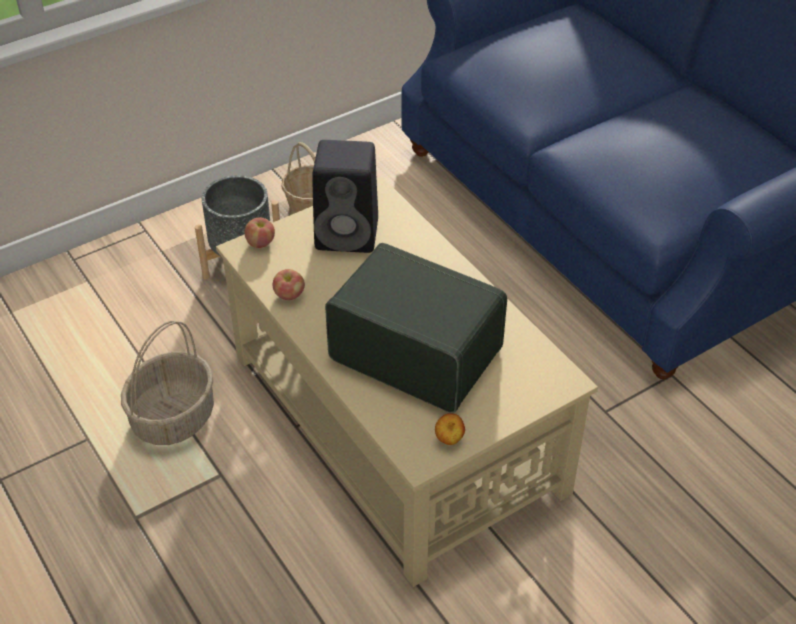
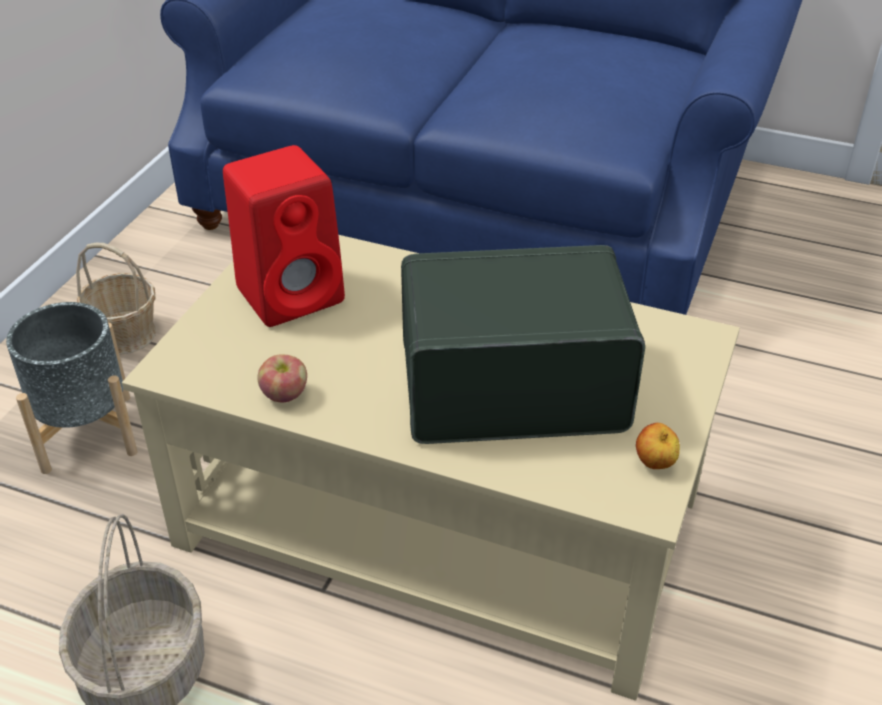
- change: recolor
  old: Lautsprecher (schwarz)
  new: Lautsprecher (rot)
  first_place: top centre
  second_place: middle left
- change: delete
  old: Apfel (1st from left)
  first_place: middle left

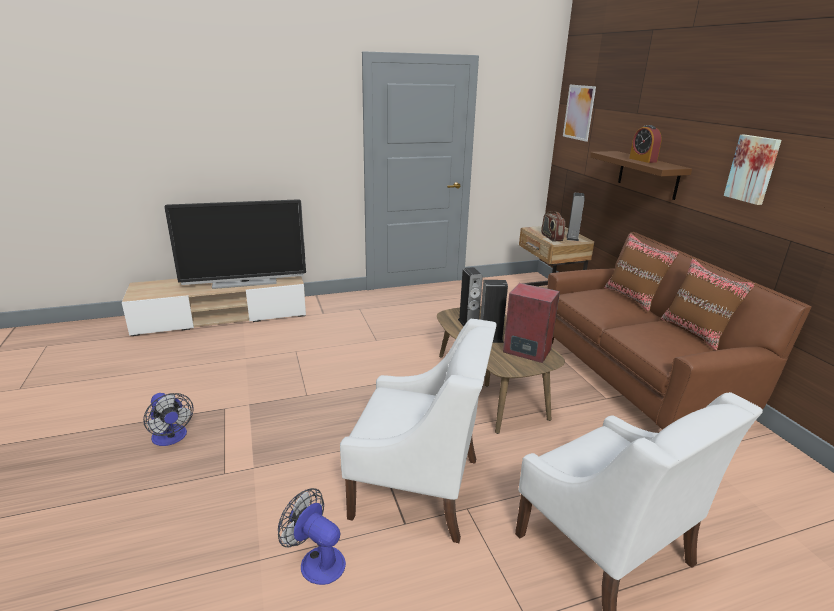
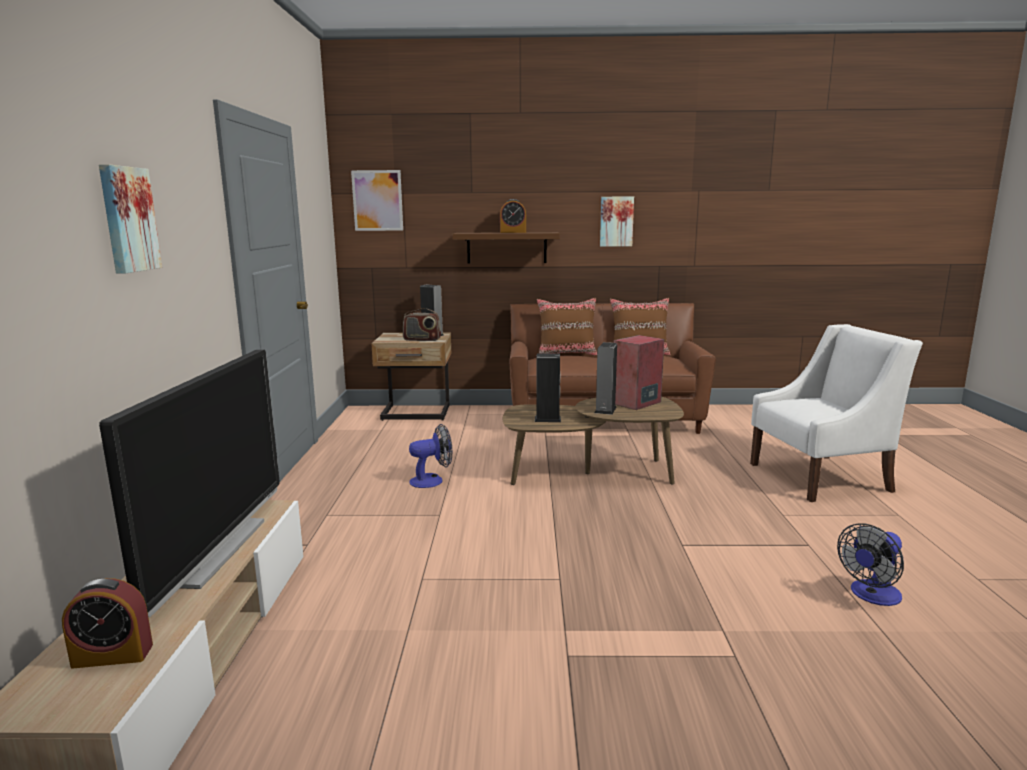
- change: insert
  new: Wecker (1st from left)
  second_place: bottom left
- change: insert
  new: Bild (1st from left)
  second_place: top left
- change: move
  old: Ventilator (1st from left)
  first_place: bottom left
  second_place: centre
- change: delete
  old: Sessel (weiß) (1st from left)
  first_place: bottom centre

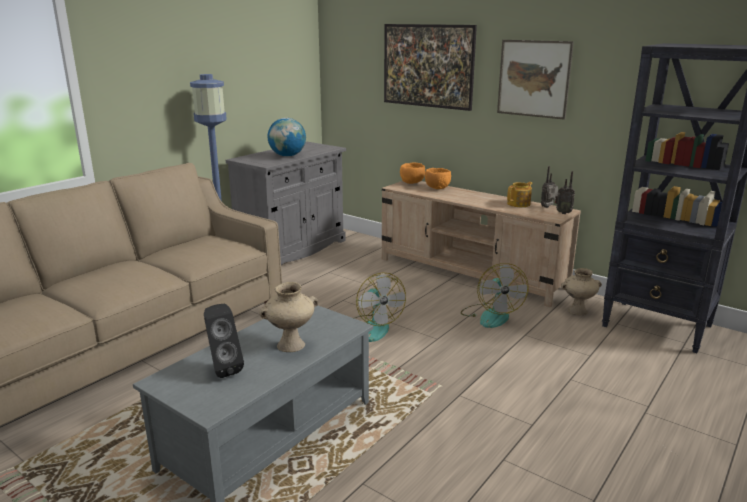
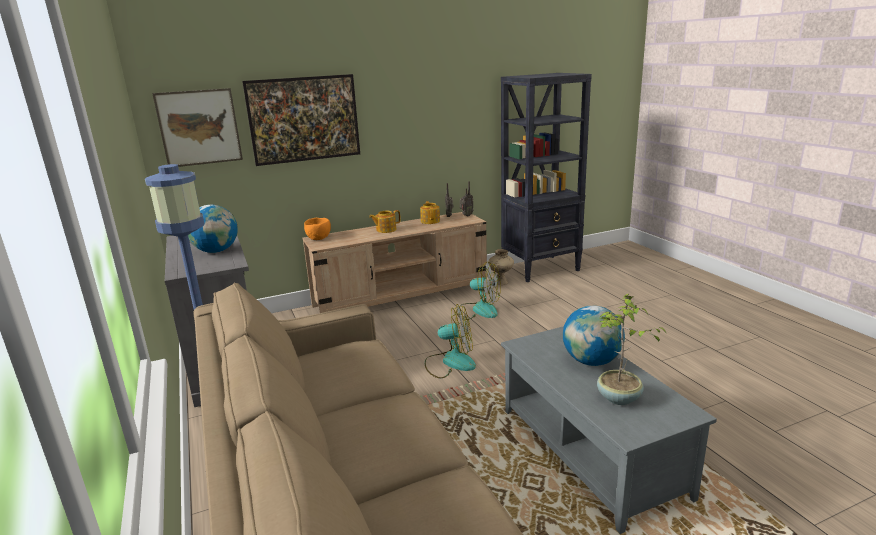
- change: move
  old: Bild (2nd from left in the first image)
  new: Bild (1st from left)
  first_place: top right
  second_place: top left
- change: insert
  new: Teekanne (1st from left)
  second_place: centre
- change: replace
  old: Vase (beige) (1st from left)
  new: Globus (2nd from left)
  first_place: centre
  second_place: middle right
- change: replace
  old: Lautsprecher (schwarz)
  new: Topfpflanze
  first_place: bottom left
  second_place: middle right
- change: delete
  old: Schüssel (orange) (2nd from left)
  first_place: centre

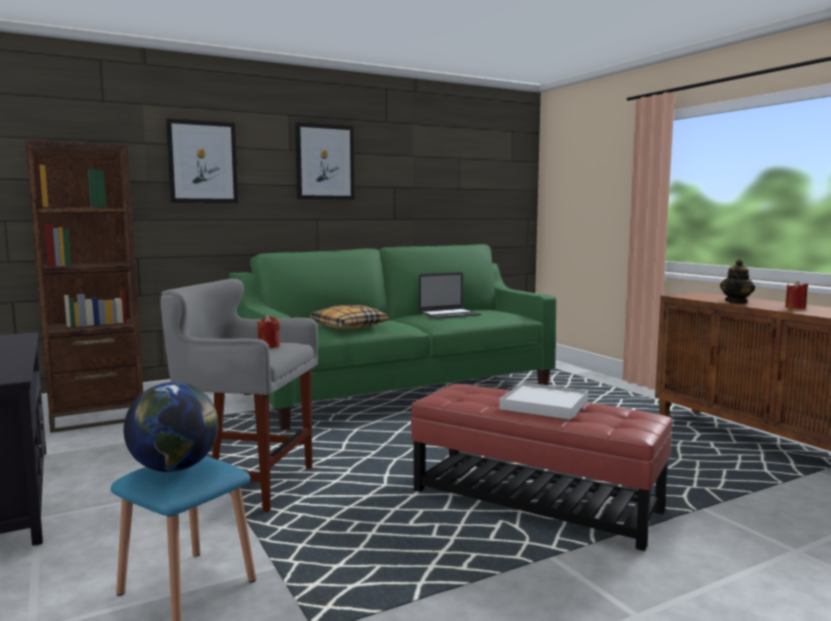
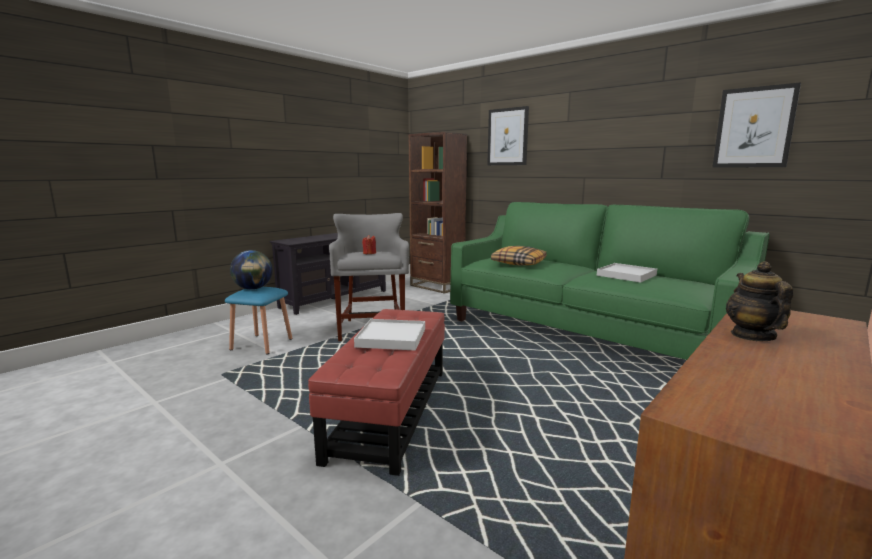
- change: replace
  old: Laptop
  new: Tablett (weiß) (2nd from left)
  first_place: centre
  second_place: middle right
- change: move
  old: Bild (2nd from left)
  first_place: top centre
  second_place: top right
- change: rotate
  old: Teekanne
  first_place: middle right
  second_place: middle right
  degrees: 75
- change: delete
  old: Kerze (rot) (2nd from left)
  first_place: middle right

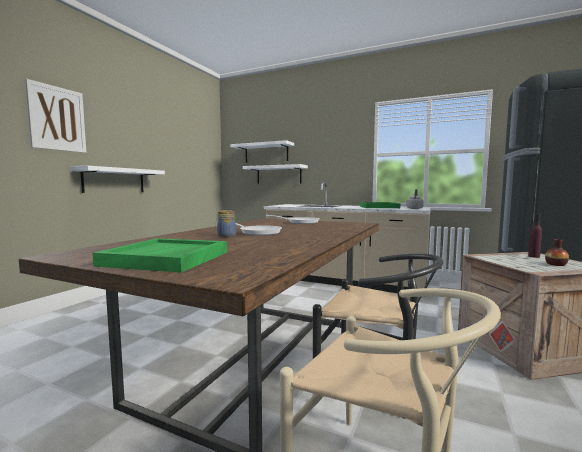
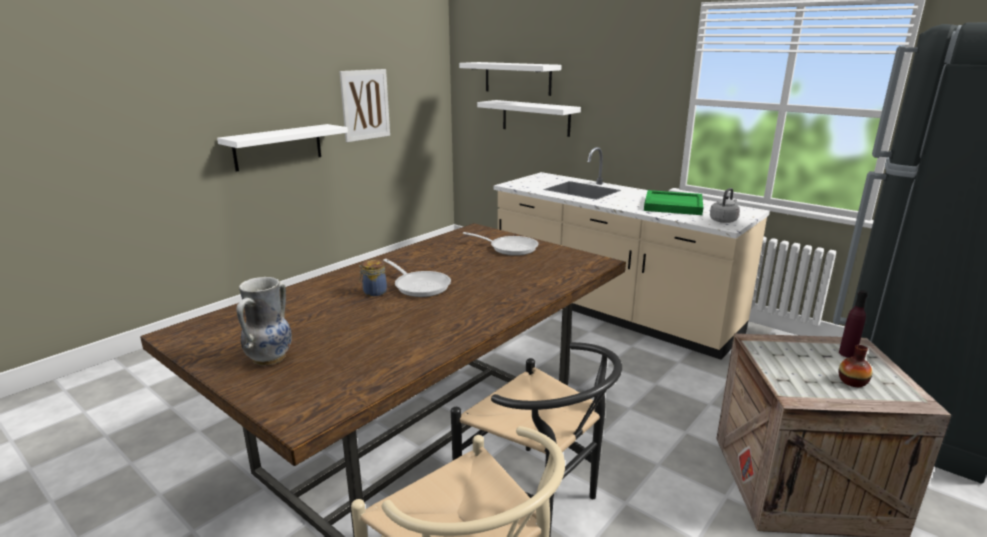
- change: replace
  old: Tablett (grün) (1st from left)
  new: Vase (1st from left)
  first_place: middle left
  second_place: middle left
- change: move
  old: Bild
  first_place: top left
  second_place: top centre

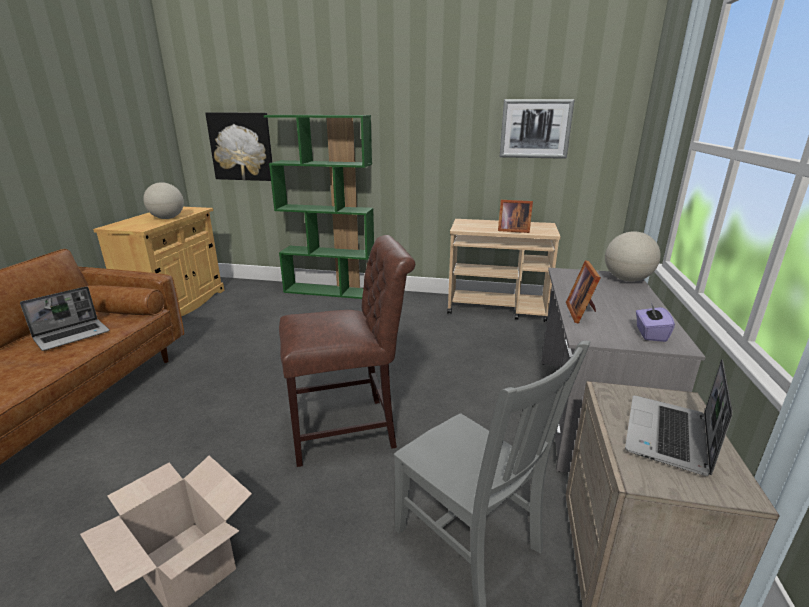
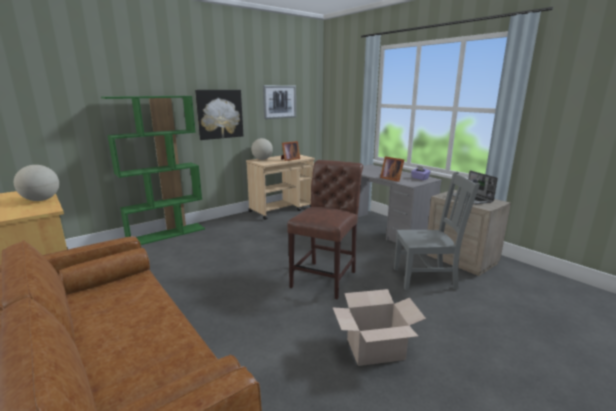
- change: move
  old: Bild (1st from left)
  first_place: top left
  second_place: top centre
- change: move
  old: Globus (2nd from left)
  first_place: middle right
  second_place: centre
- change: delete
  old: Laptop (1st from left)
  first_place: middle left

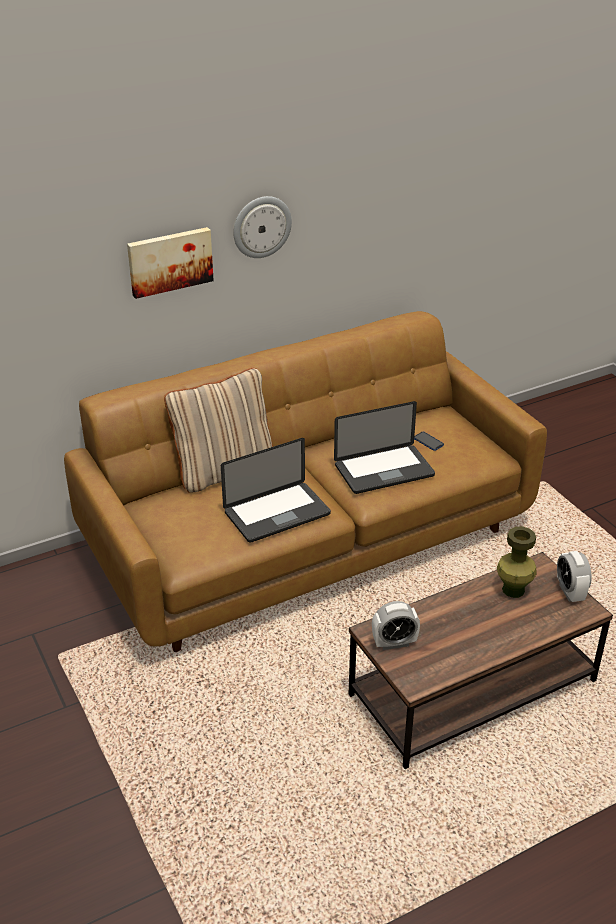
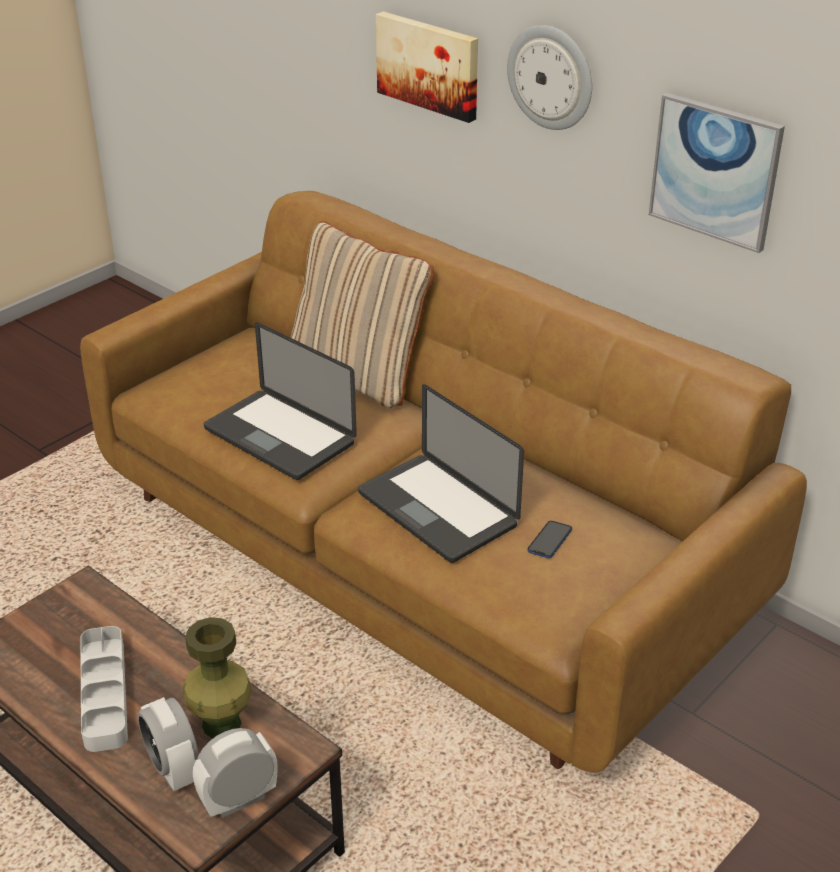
- change: insert
  new: Tablett (grau)
  second_place: bottom left
- change: move
  old: Wecker (1st from left)
  first_place: bottom centre
  second_place: bottom left
- change: insert
  new: Bild (2nd from left)
  second_place: top right

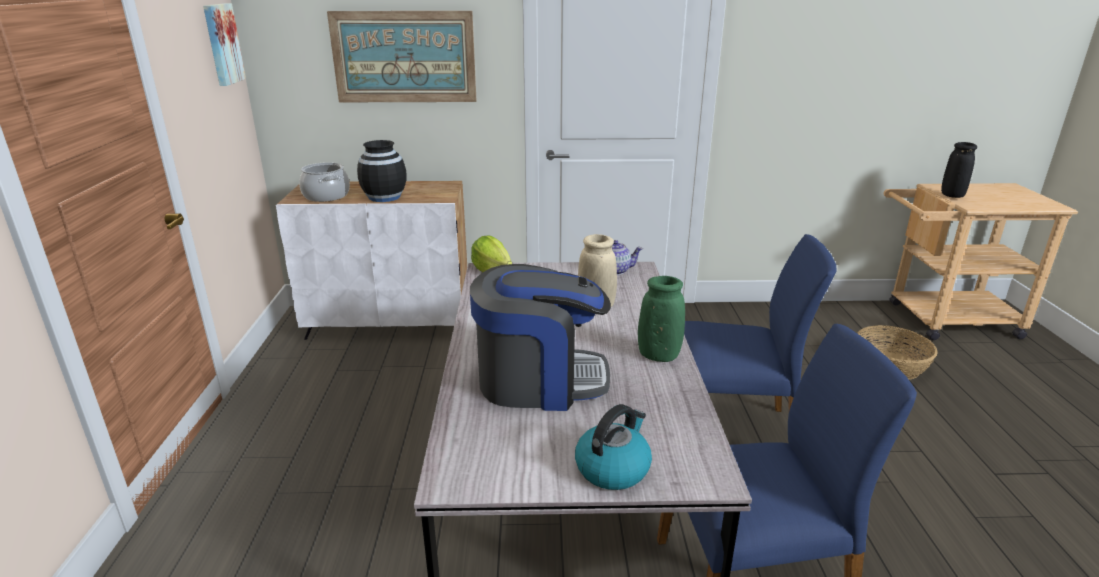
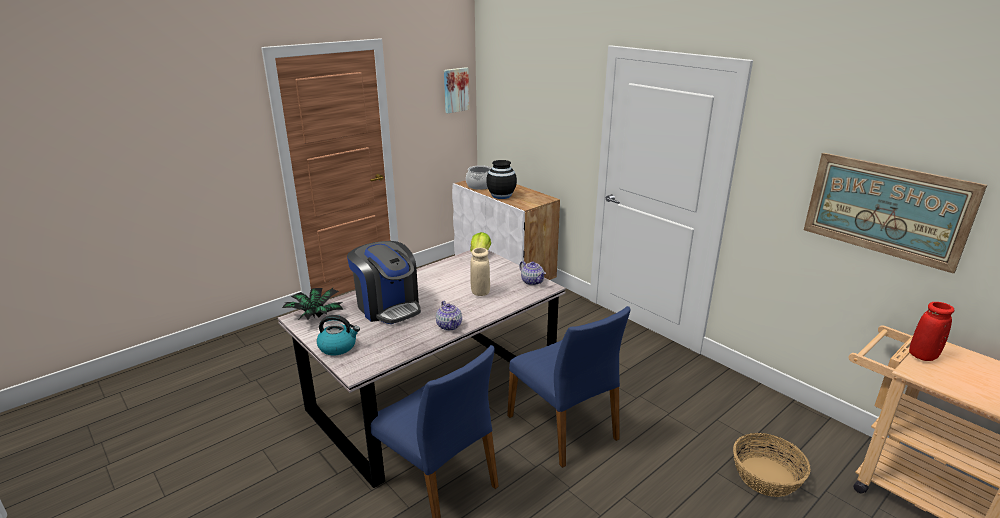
- change: insert
  new: Topfpflanze
  second_place: middle left
- change: replace
  old: Vase (grün)
  new: Teekanne (1st from left)
  first_place: centre
  second_place: centre
- change: move
  old: Bild (2nd from left)
  first_place: top centre
  second_place: middle right
- change: recolor
  old: Vase (schwarz) (2nd from left)
  new: Vase (rot)
  first_place: top right
  second_place: middle right

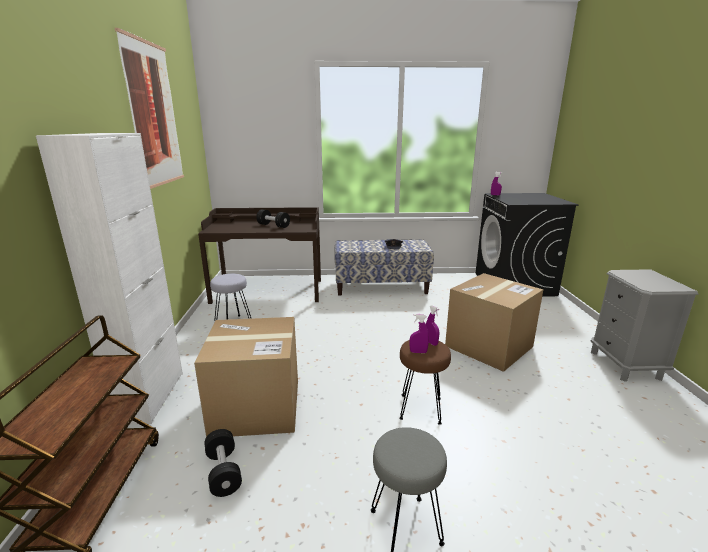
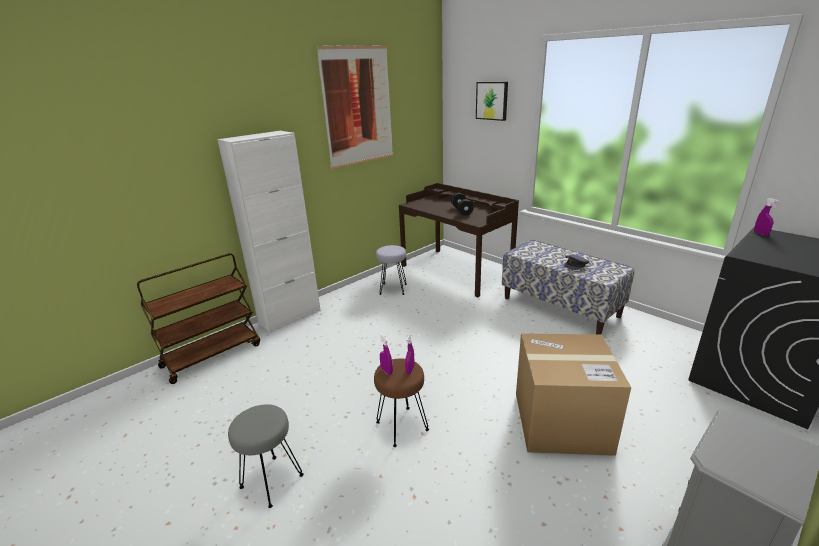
- change: insert
  new: Bild (2nd from left)
  second_place: top centre
- change: delete
  old: Karton (1st from left)
  first_place: bottom centre
- change: delete
  old: Hantel (schwarz) (1st from left)
  first_place: bottom left

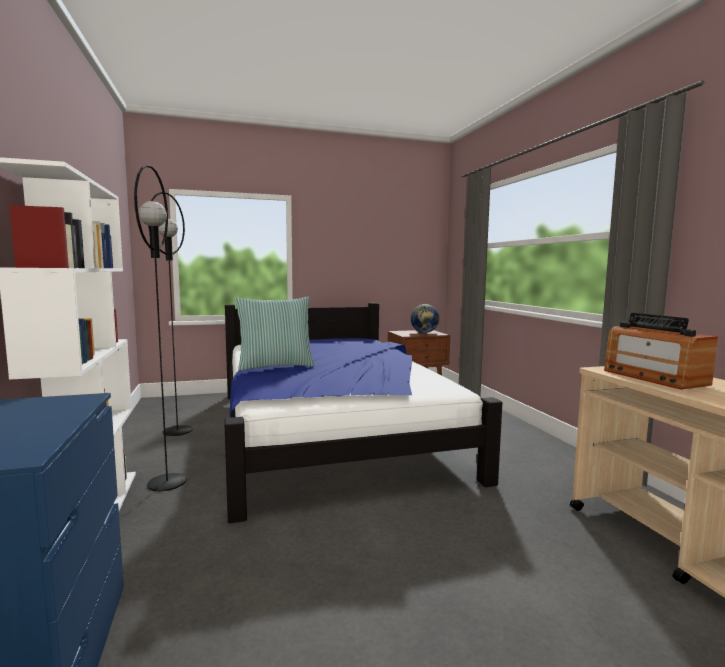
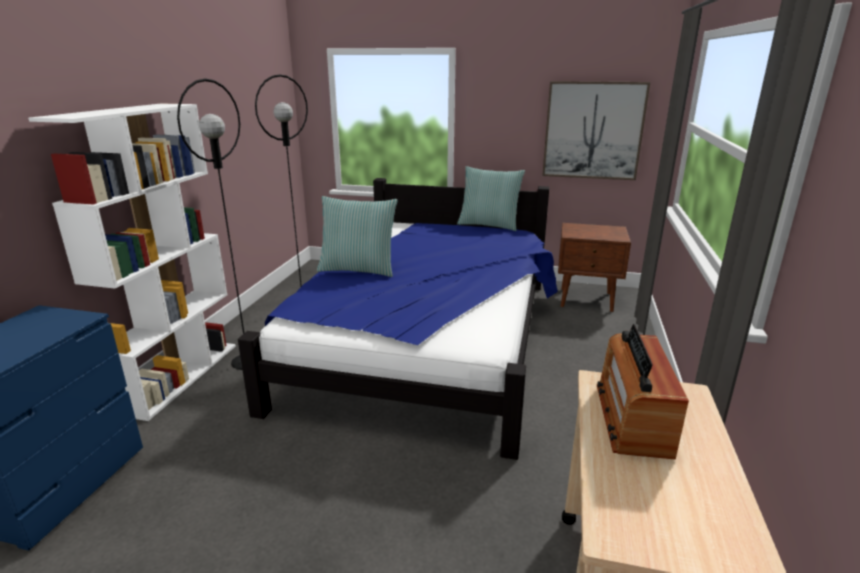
- change: insert
  new: Kissen (2nd from left)
  second_place: centre
- change: insert
  new: Bild
  second_place: top right
- change: delete
  old: Globus
  first_place: centre

